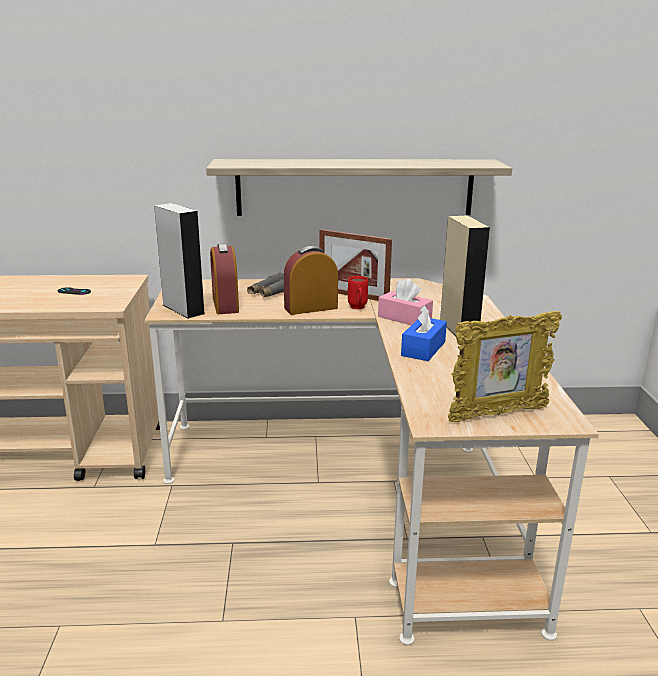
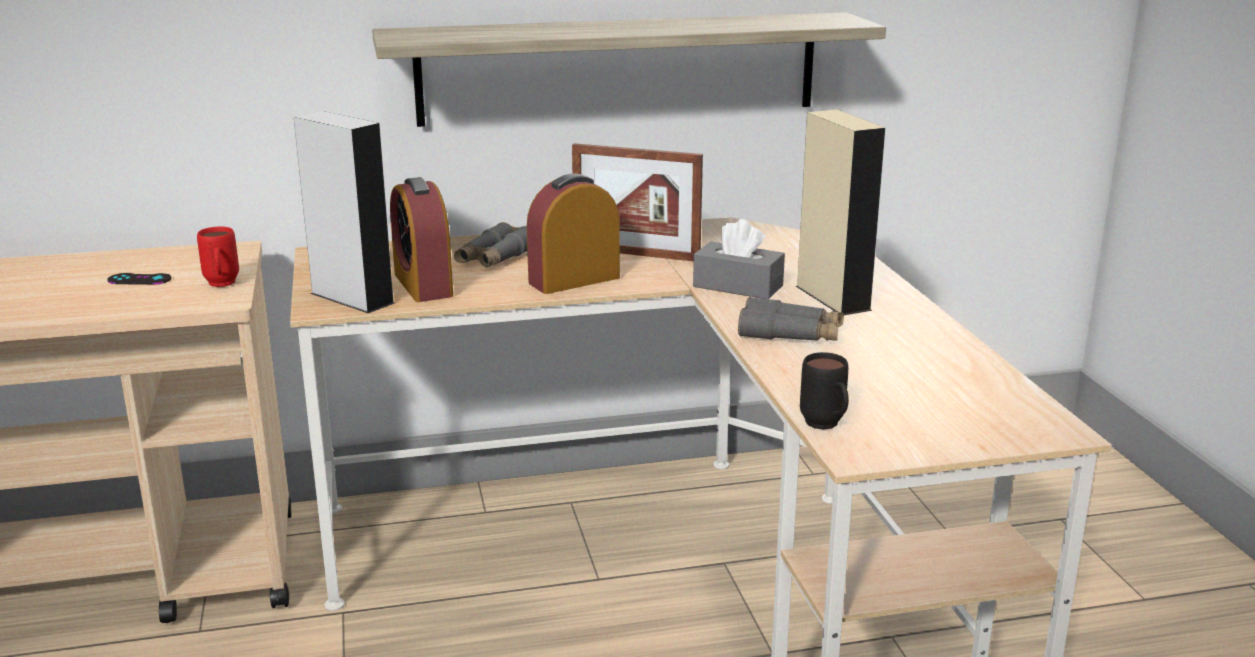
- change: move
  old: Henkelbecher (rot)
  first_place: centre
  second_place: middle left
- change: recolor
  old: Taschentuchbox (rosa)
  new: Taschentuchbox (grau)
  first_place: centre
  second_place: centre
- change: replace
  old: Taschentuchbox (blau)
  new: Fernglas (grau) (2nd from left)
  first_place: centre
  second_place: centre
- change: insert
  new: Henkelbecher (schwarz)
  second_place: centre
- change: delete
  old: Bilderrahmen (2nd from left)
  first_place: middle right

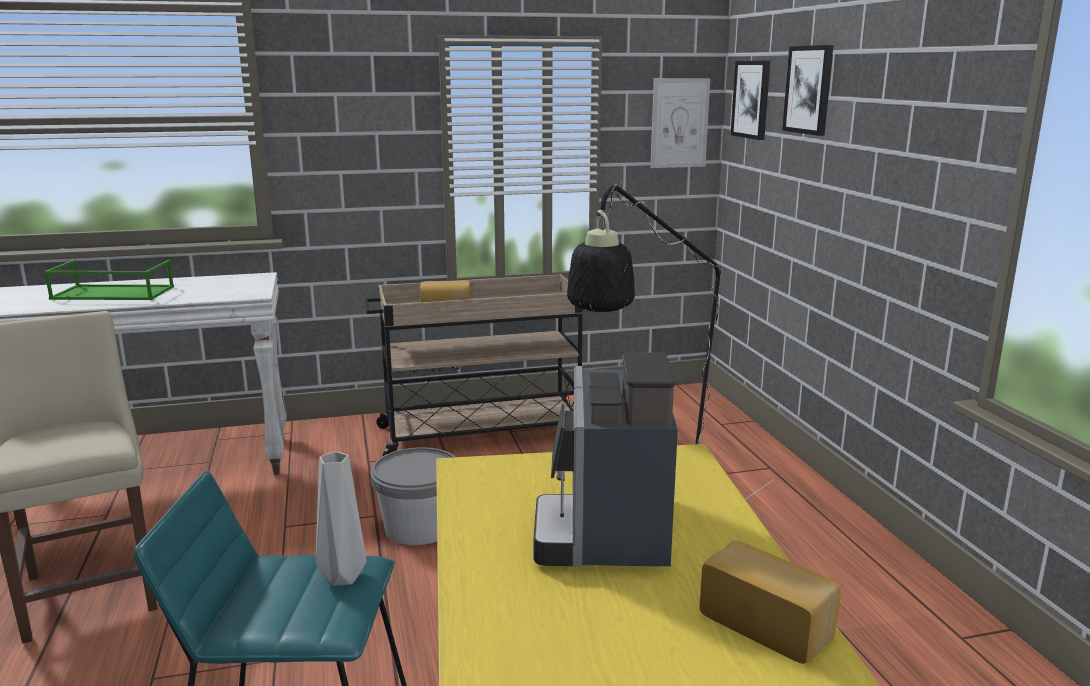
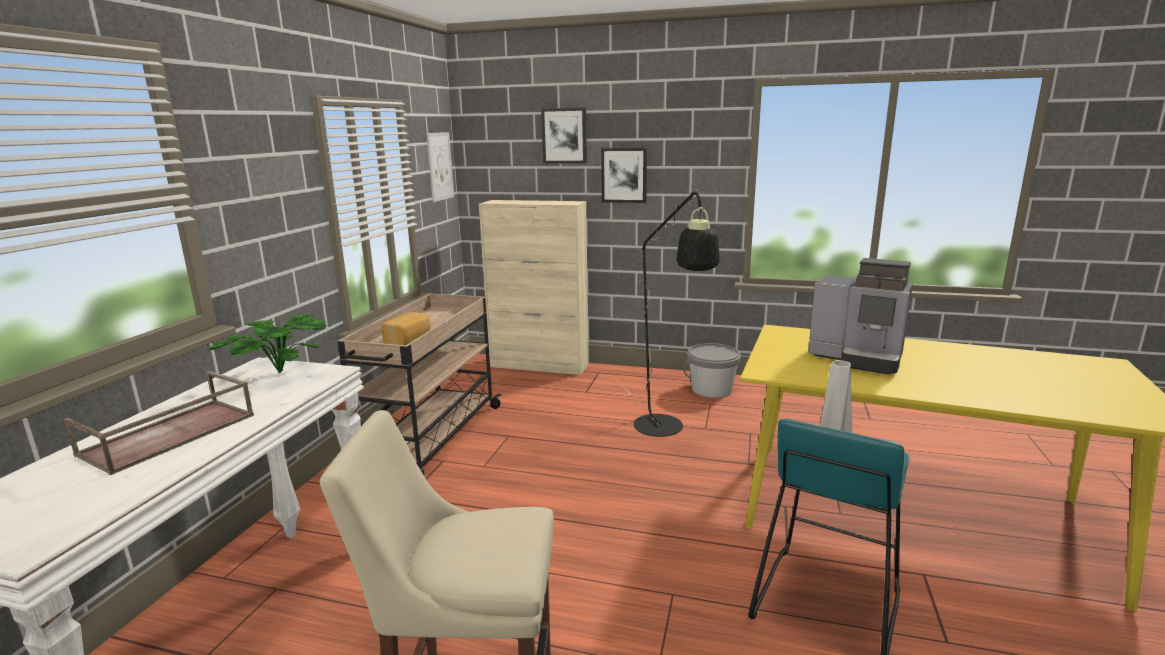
- change: recolor
  old: Tablett (grün)
  new: Tablett (braun)
  first_place: middle left
  second_place: middle left
- change: insert
  new: Topfpflanze
  second_place: middle left
- change: insert
  new: Schrank (beige)
  second_place: centre
- change: move
  old: Bild (2nd from left in the first image)
  new: Bild (3rd from left)
  first_place: top right
  second_place: top centre
- change: move
  old: Eimer (grau)
  first_place: bottom centre
  second_place: centre
- change: delete
  old: Brot (2nd from left)
  first_place: bottom right

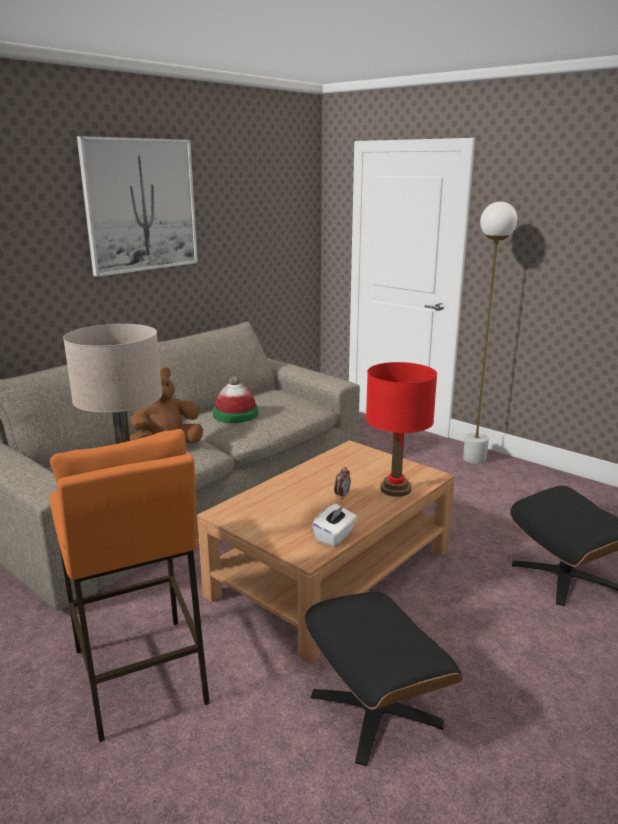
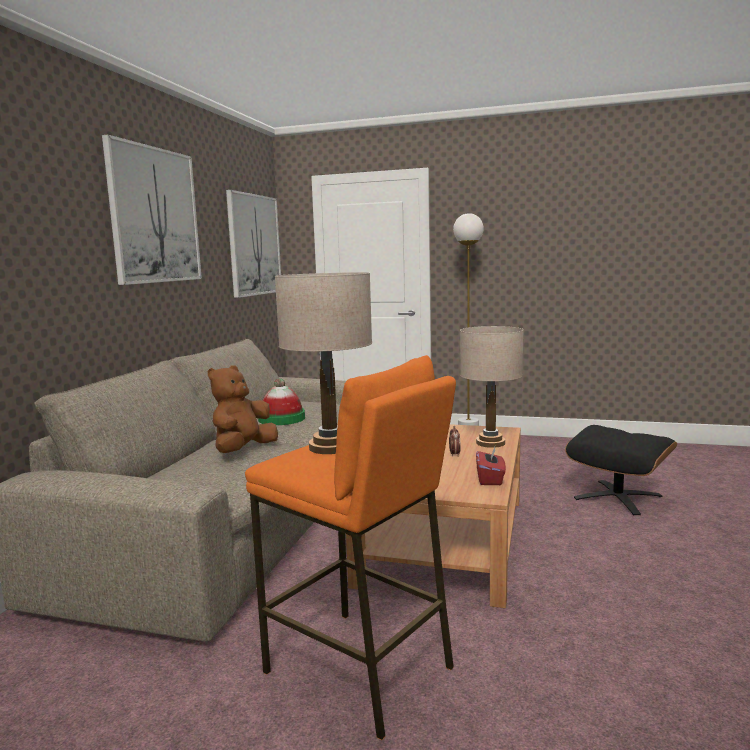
- change: insert
  new: Bild (2nd from left)
  second_place: top centre
- change: recolor
  old: Tischlampe (rot)
  new: Tischlampe (beige) (2nd from left)
  first_place: centre
  second_place: centre
- change: recolor
  old: Taschentuchbox (weiß)
  new: Taschentuchbox (rot)
  first_place: centre
  second_place: centre
- change: delete
  old: Polsterhocker (schwarz) (1st from left)
  first_place: bottom centre

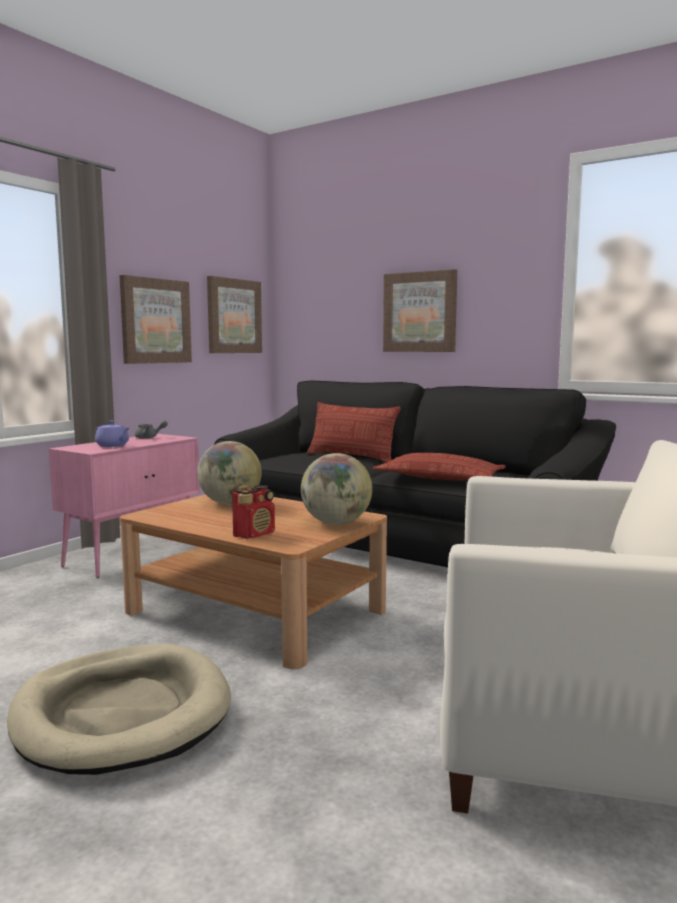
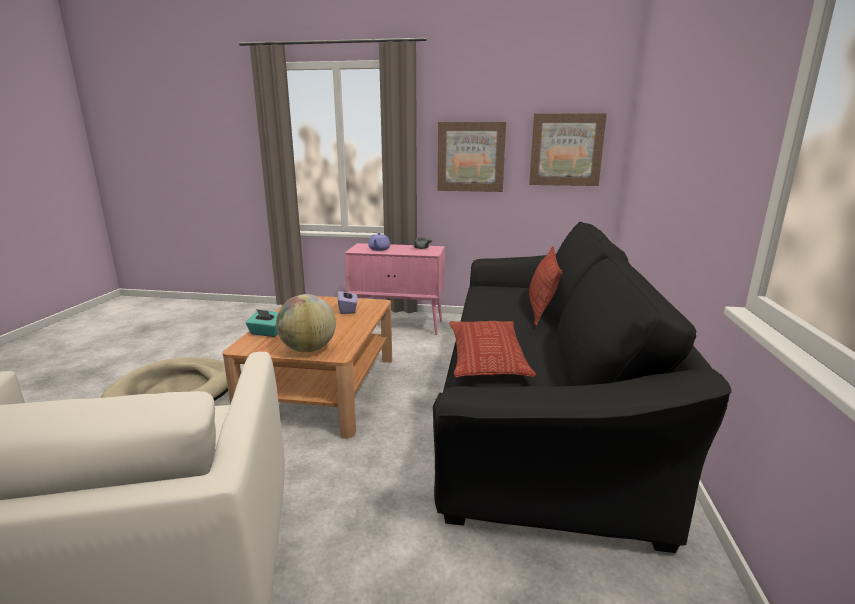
- change: replace
  old: Radio
  new: Taschentuchbox (türkis)
  first_place: centre
  second_place: middle left
- change: replace
  old: Globus (1st from left)
  new: Taschentuchbox (lila)
  first_place: centre
  second_place: centre
- change: delete
  old: Bild (3rd from left)
  first_place: centre

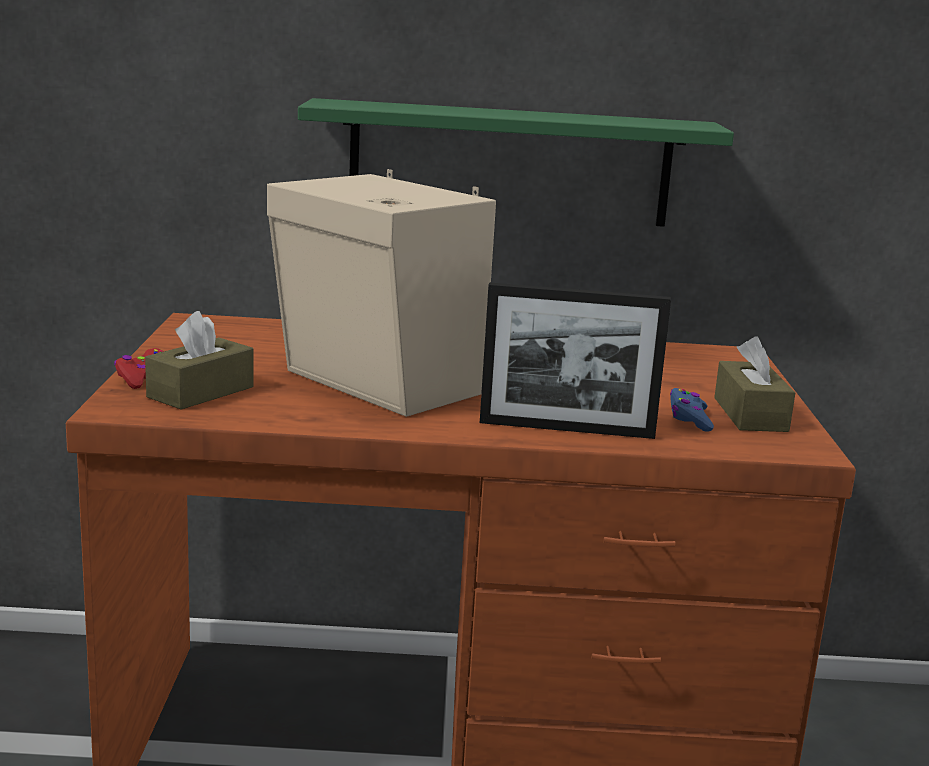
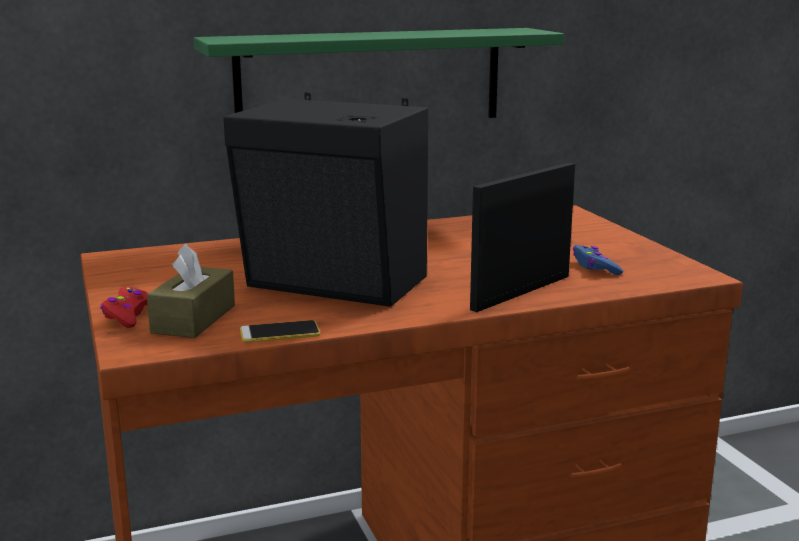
- change: recolor
  old: Lautsprecher (beige)
  new: Lautsprecher (schwarz)
  first_place: centre
  second_place: centre
- change: insert
  new: Handy
  second_place: centre
- change: rotate
  old: Bilderrahmen
  first_place: centre
  second_place: centre
  degrees: 150
- change: delete
  old: Taschentuchbox (braun) (2nd from left)
  first_place: middle right

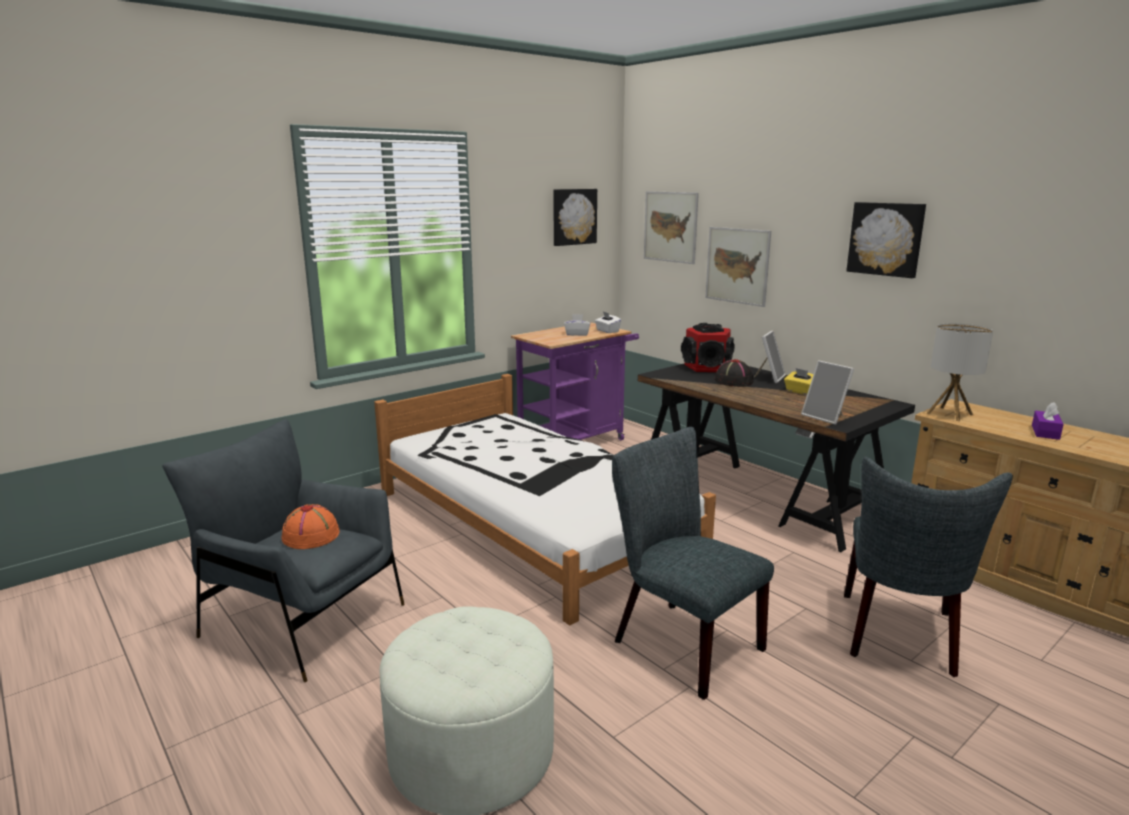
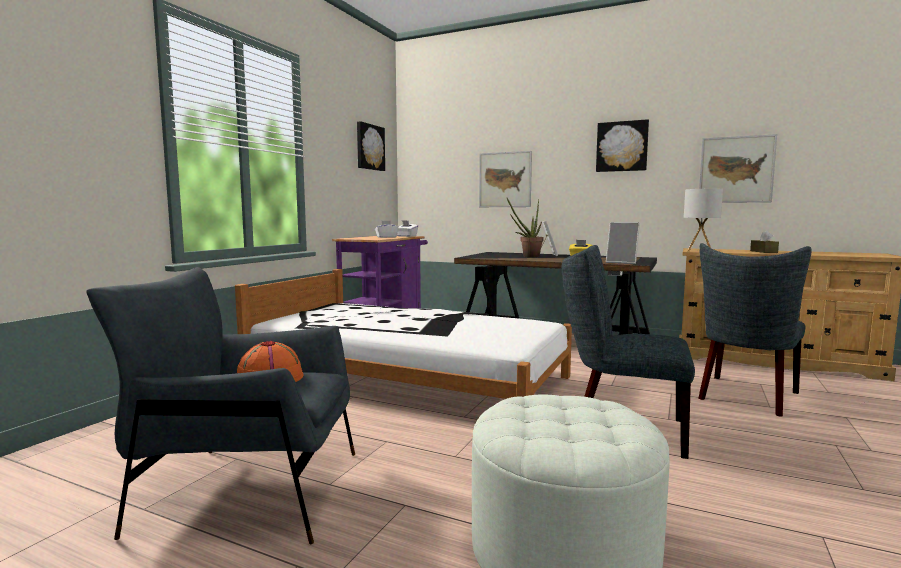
- change: replace
  old: Hut (schwarz)
  new: Topfpflanze
  first_place: centre
  second_place: centre
- change: move
  old: Bild (2nd from left in the first image)
  new: Bild (4th from left)
  first_place: top centre
  second_place: top right
- change: rotate
  old: Stuhl (grau) (2nd from left)
  first_place: bottom right
  second_place: middle right
  degrees: 45
- change: recolor
  old: Taschentuchbox (lila)
  new: Taschentuchbox (braun)
  first_place: middle right
  second_place: middle right
- change: delete
  old: Lautsprecher
  first_place: centre

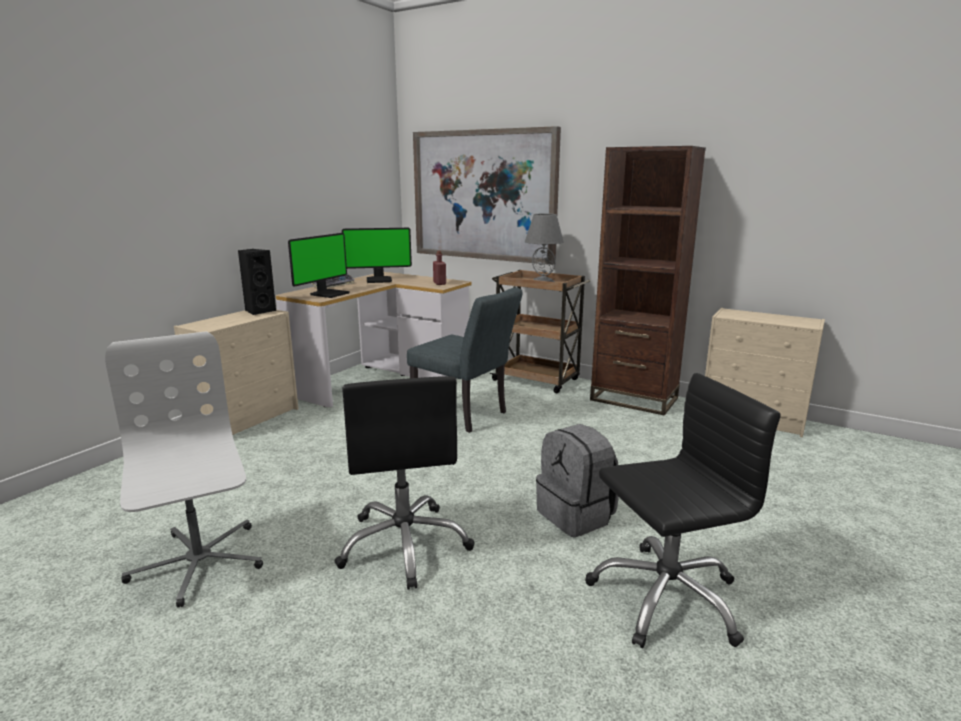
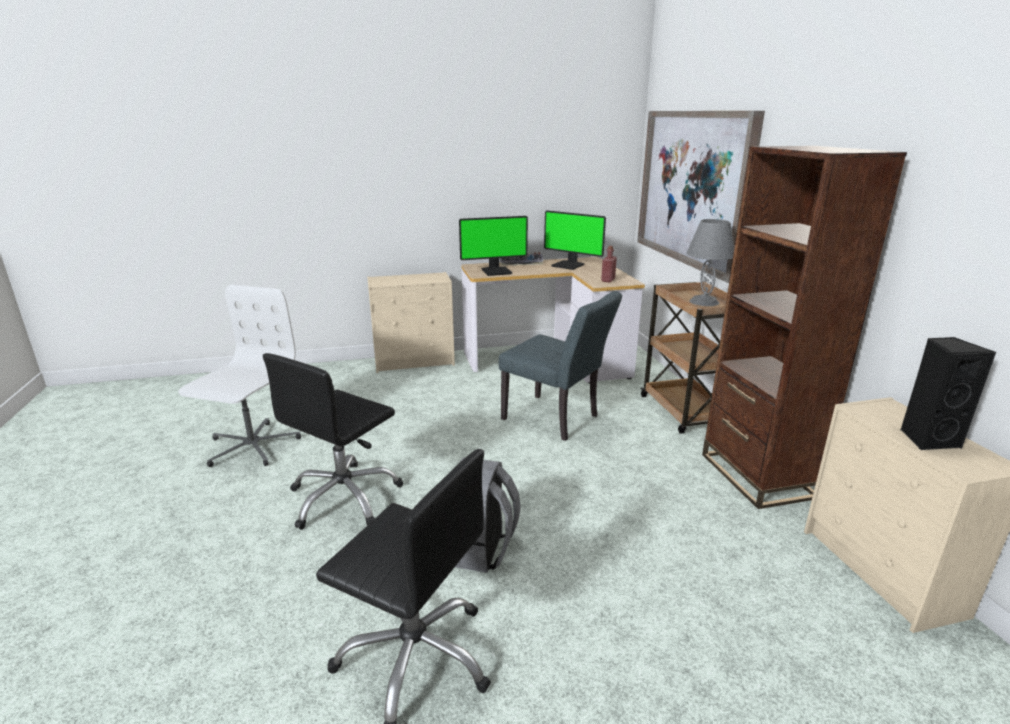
- change: rotate
  old: Stuhl (grau)
  first_place: centre
  second_place: centre
  degrees: -45
- change: move
  old: Lautsprecher (schwarz)
  first_place: middle left
  second_place: middle right

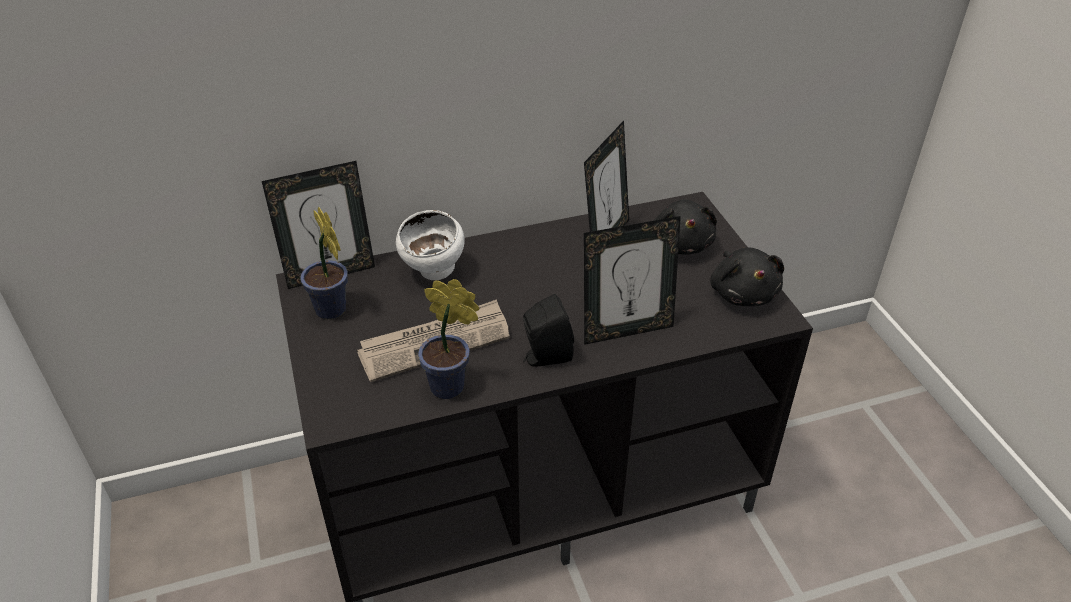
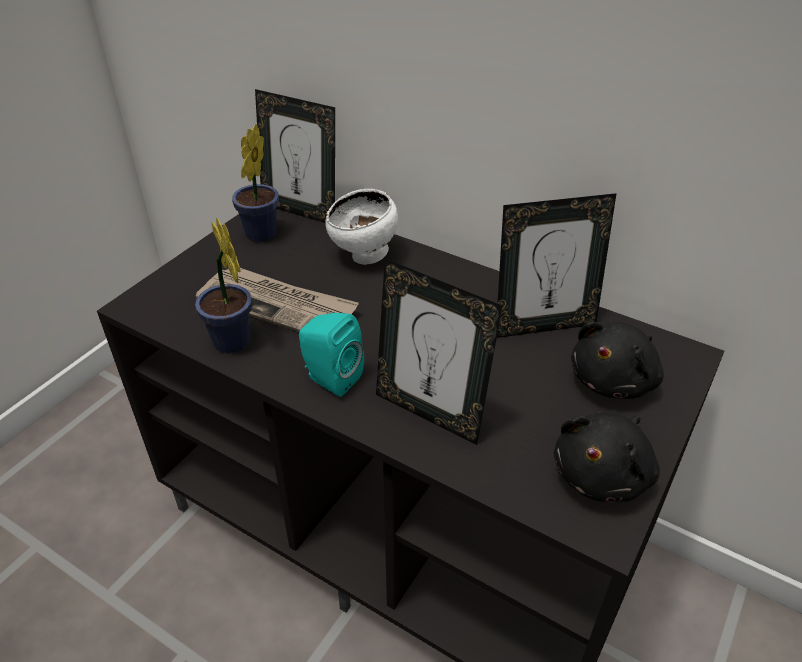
- change: recolor
  old: Lautsprecher (schwarz)
  new: Lautsprecher (türkis)
  first_place: centre
  second_place: centre

